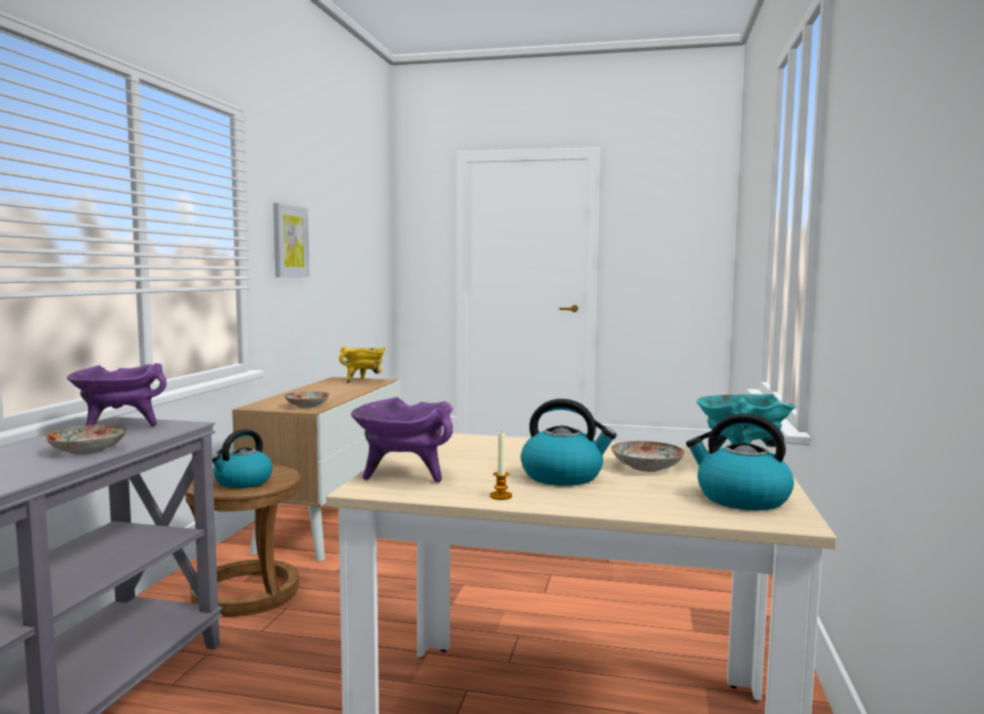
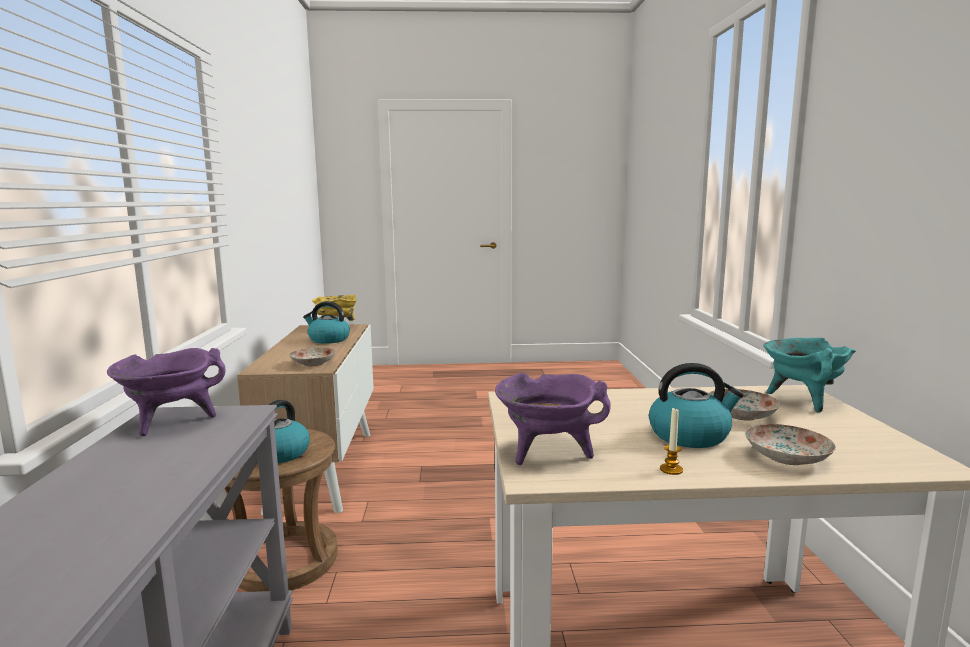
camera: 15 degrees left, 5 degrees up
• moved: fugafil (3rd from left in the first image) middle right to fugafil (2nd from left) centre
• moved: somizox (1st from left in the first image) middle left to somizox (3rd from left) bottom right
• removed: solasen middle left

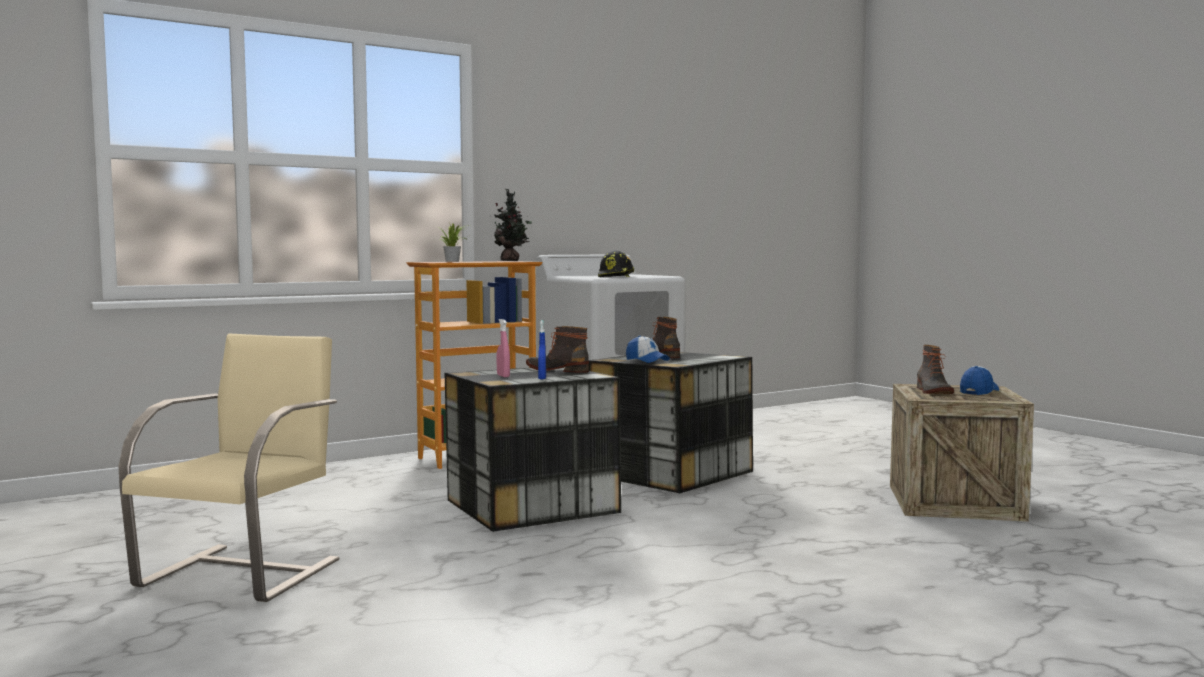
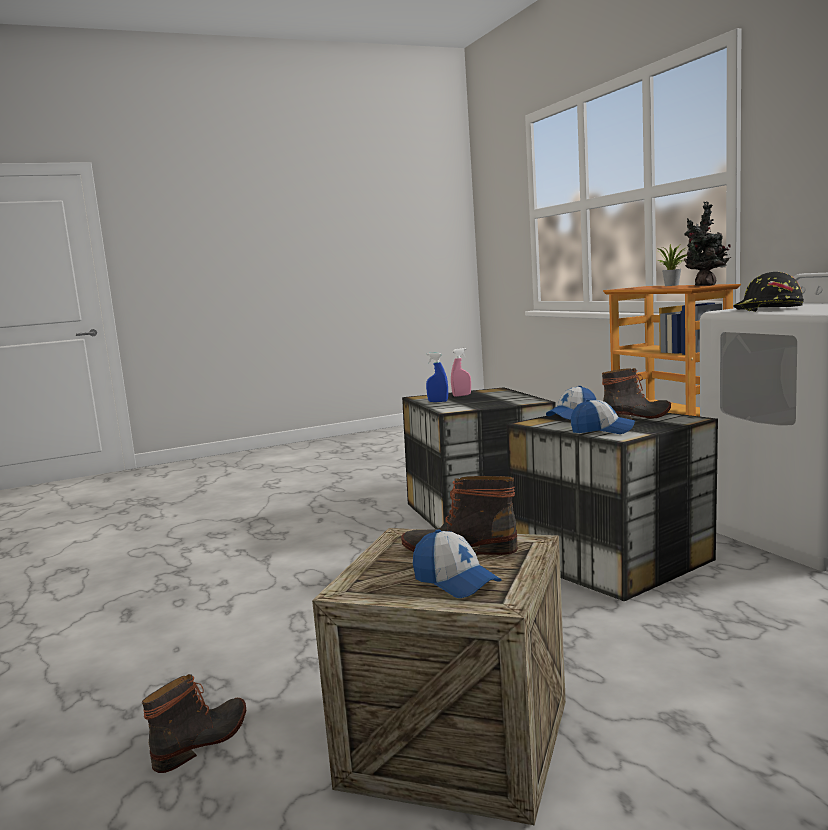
camera: 100 degrees right, 5 degrees up
• moved: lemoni (1st from left) centre to bottom left
• added: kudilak (3rd from left) middle right
• removed: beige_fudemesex bottom left

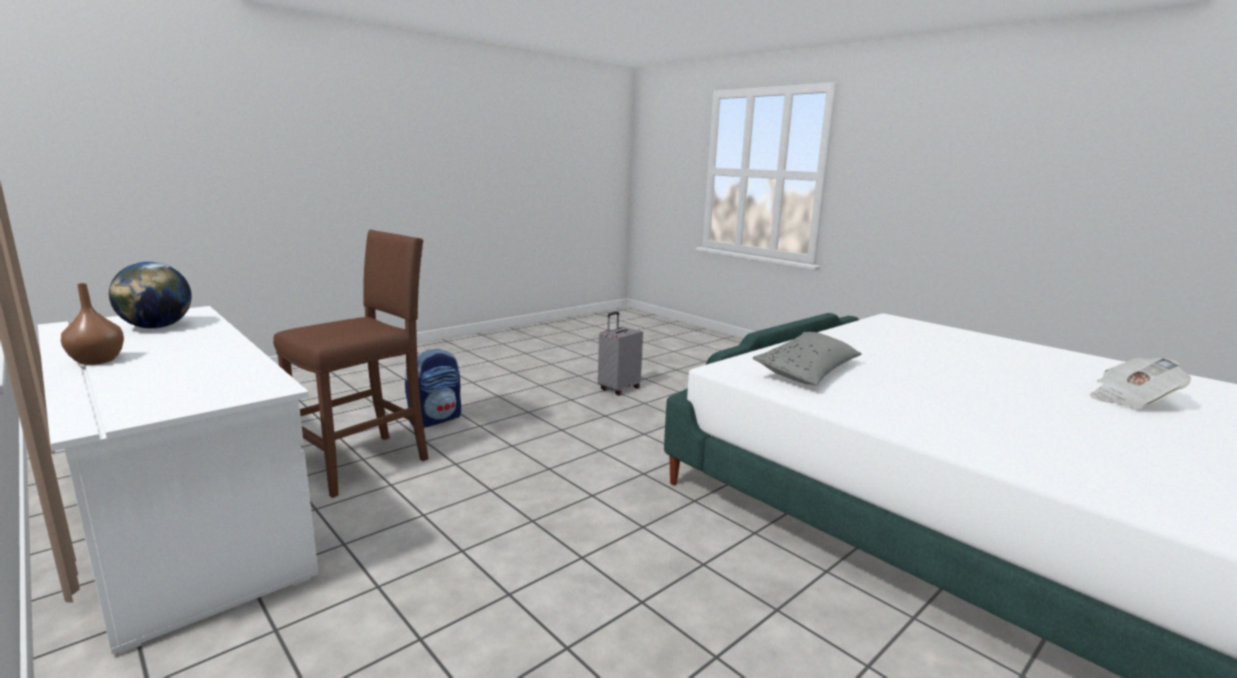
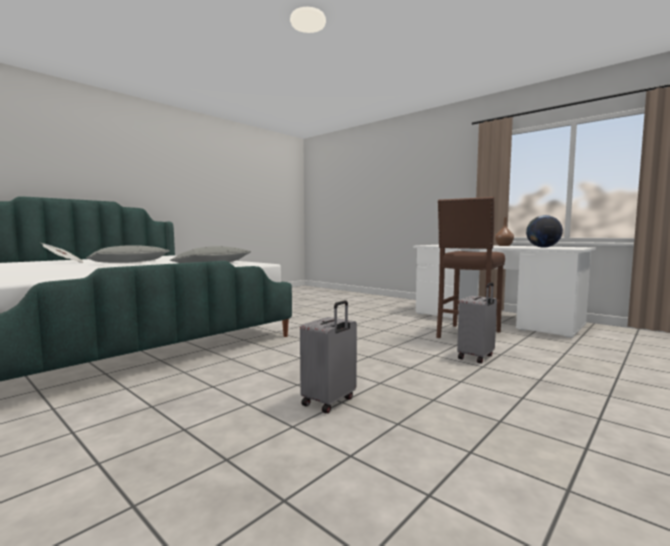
camera: 175 degrees right, 10 degrees down
• added: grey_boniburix (1st from left) middle left
• replaced: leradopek centre to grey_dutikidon (2nd from left) middle right

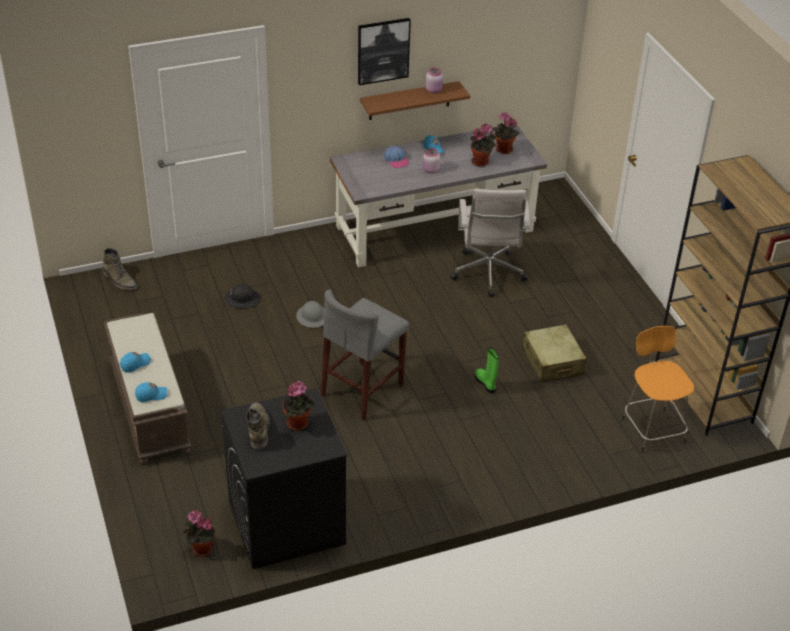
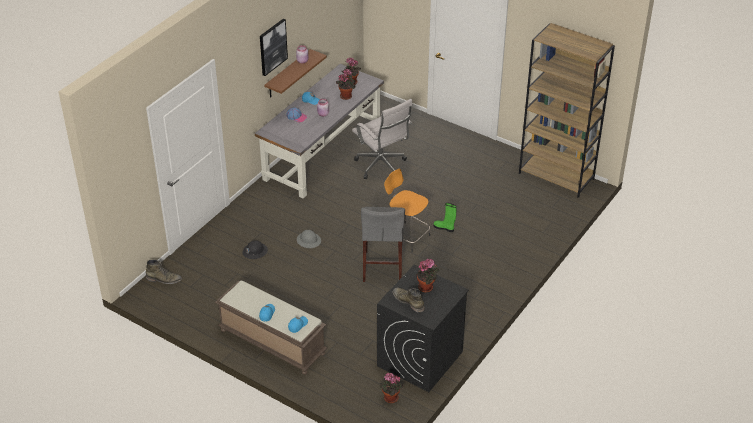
camera: 35 degrees left, 0 degrees up
• moved: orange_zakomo middle right to centre
• removed: beige_dutikidon middle right

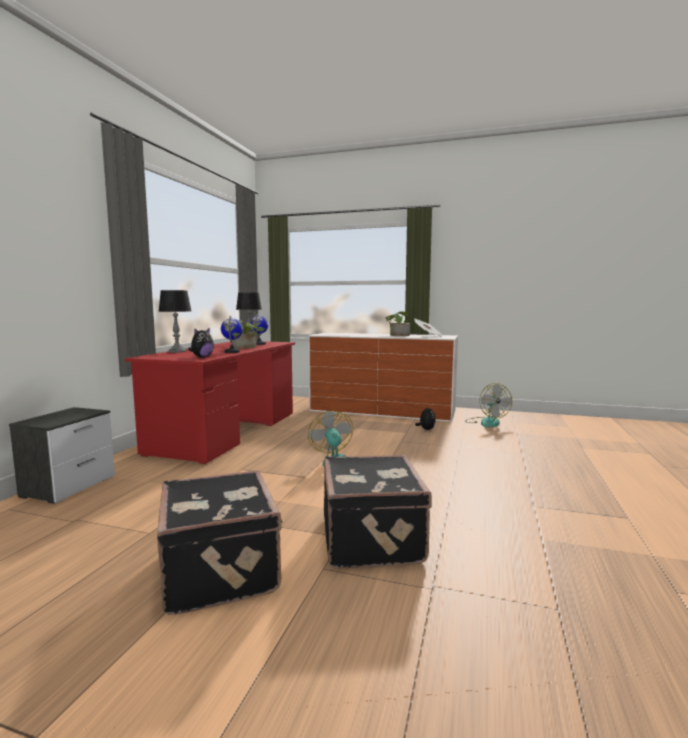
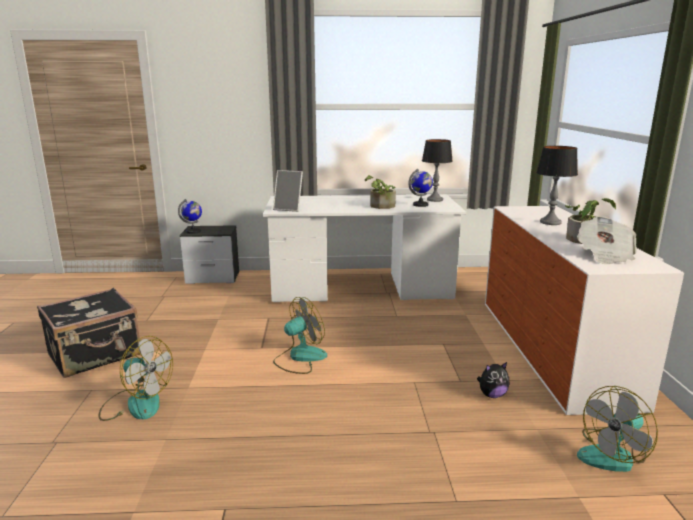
camera: 70 degrees right, 10 degrees up
• replaced: black_dutikidon (2nd from left) bottom centre to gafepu (1st from left) bottom left
• moved: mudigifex (1st from left) centre to middle left
• recoloured: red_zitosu middle left to white_zitosu centre
• replaced: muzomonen (1st from left) middle left to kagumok centre
• moved: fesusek (1st from left in the first image) middle left to fesusek (2nd from left) middle right

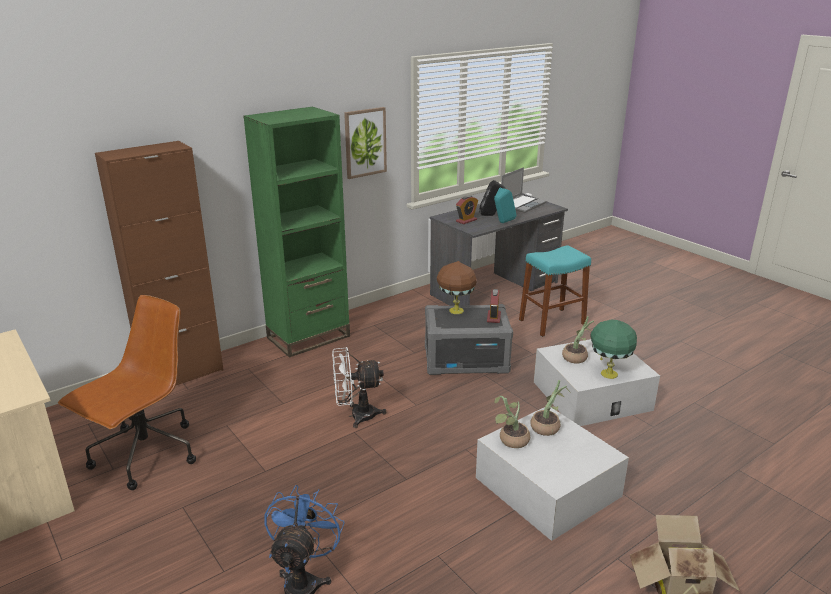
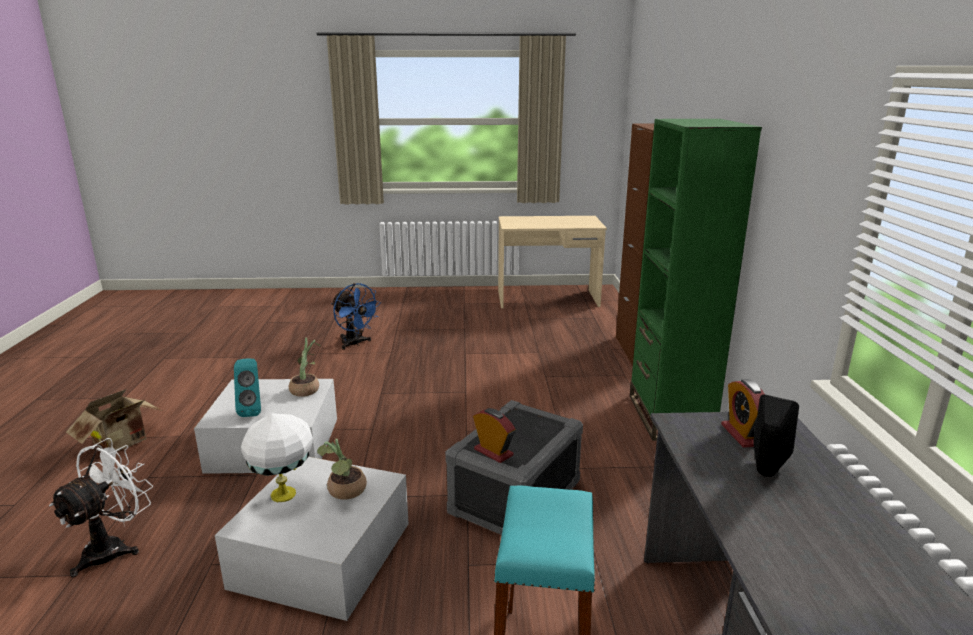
camera: 125 degrees right, 5 degrees down
• moved: white_gafepu centre to bottom left
• moved: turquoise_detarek centre to middle left
• recoloured: green_fesusek middle right to white_fesusek bottom left
• removed: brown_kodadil middle left
• removed: solasen top centre
• removed: brown_fesusek centre
• removed: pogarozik top centre
• removed: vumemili (2nd from left) bottom centre

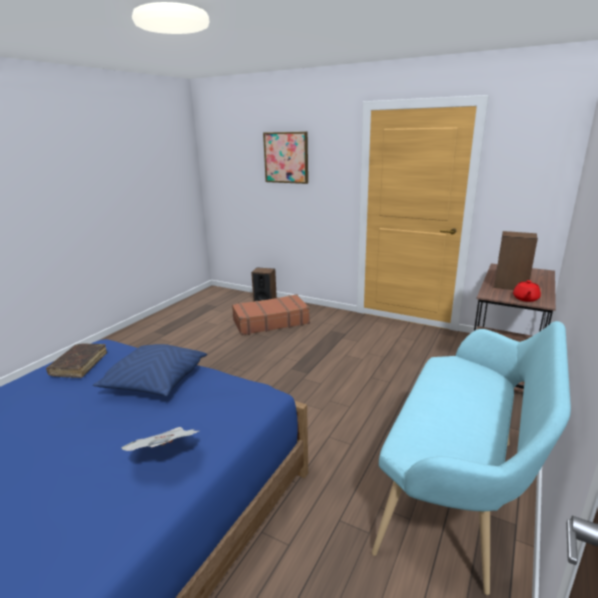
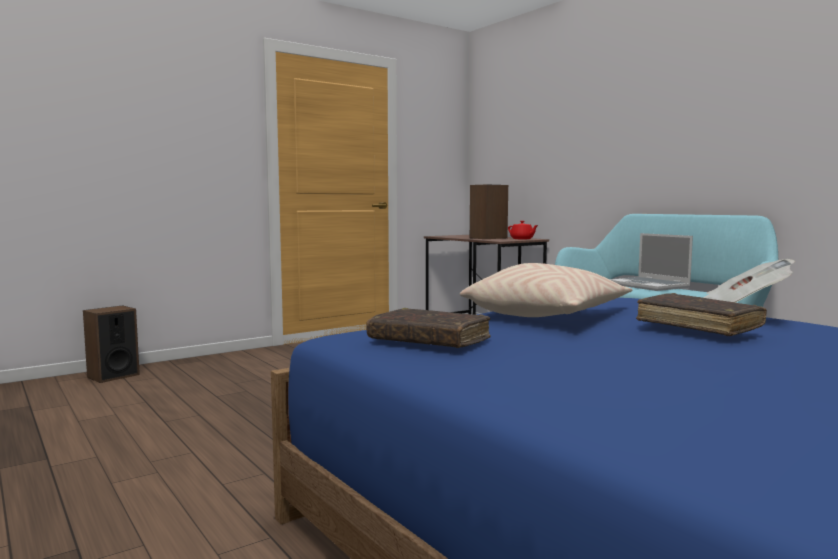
camera: 65 degrees left, 15 degrees down
• recoloured: blue_boniburix middle left to beige_boniburix centre
• added: pogarozik middle right
• added: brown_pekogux (2nd from left) middle right
• removed: brown_dutikidon centre
• removed: solasen top centre

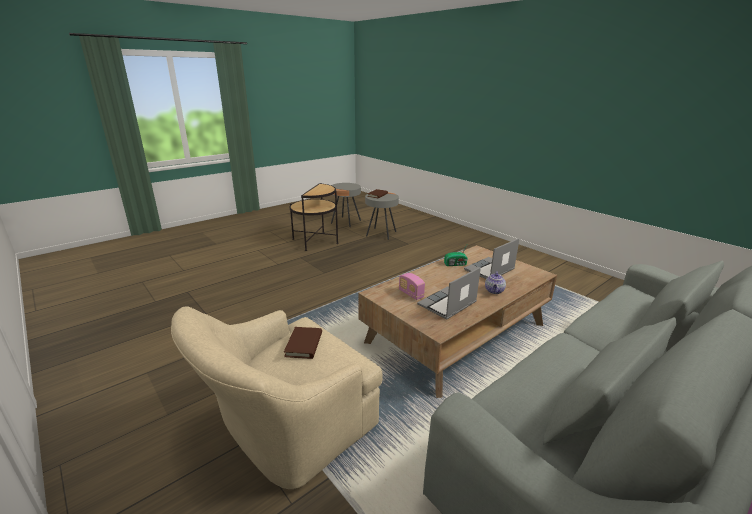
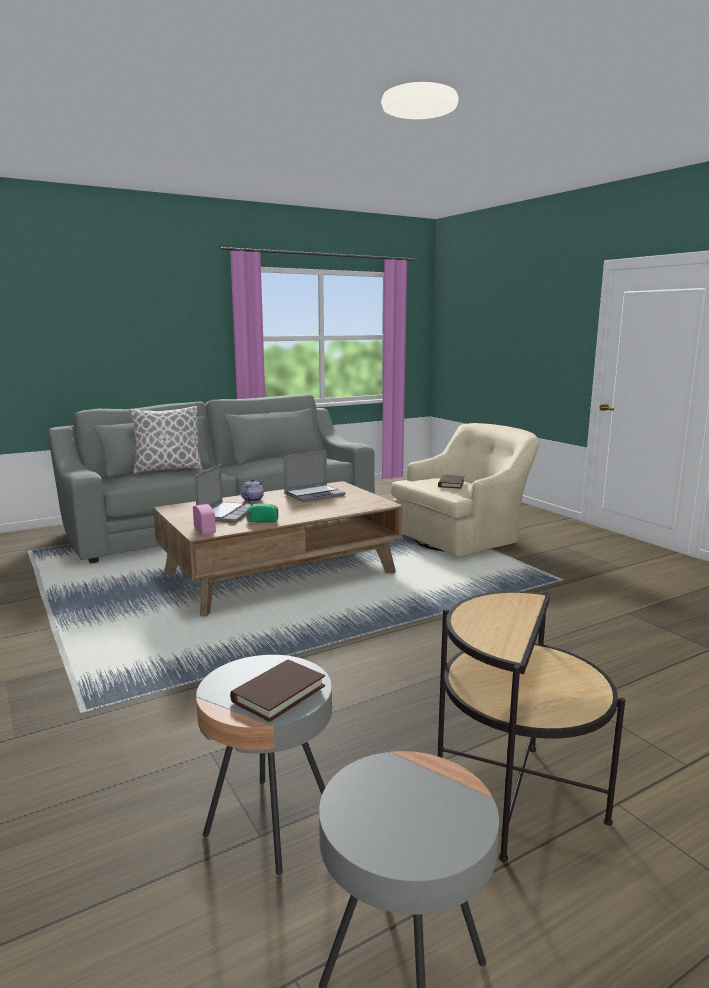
camera: 170 degrees left, 10 degrees down
• added: boniburix middle left
• moved: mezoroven (1st from left) centre to middle left
• turned: pogarozik (2nd from left in the first image) centre = middle left 45 degrees counterclockwise

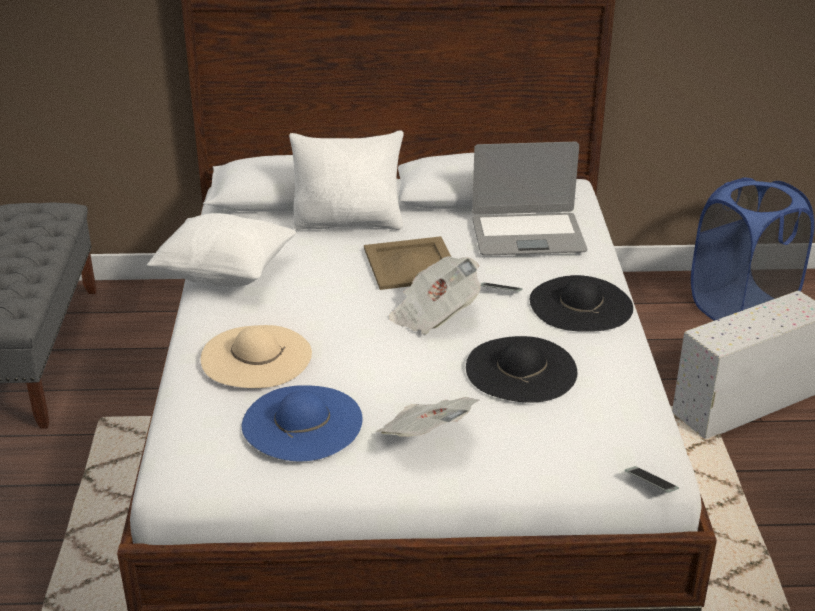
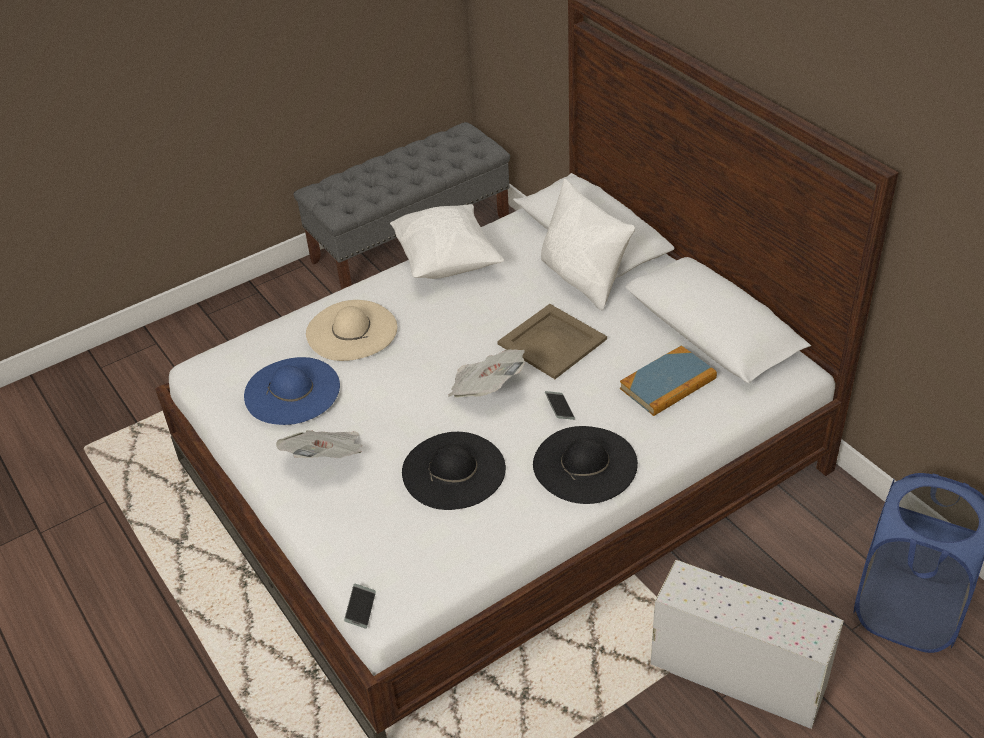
camera: 60 degrees right, 10 degrees up
• replaced: pogarozik top centre to pekogux middle right

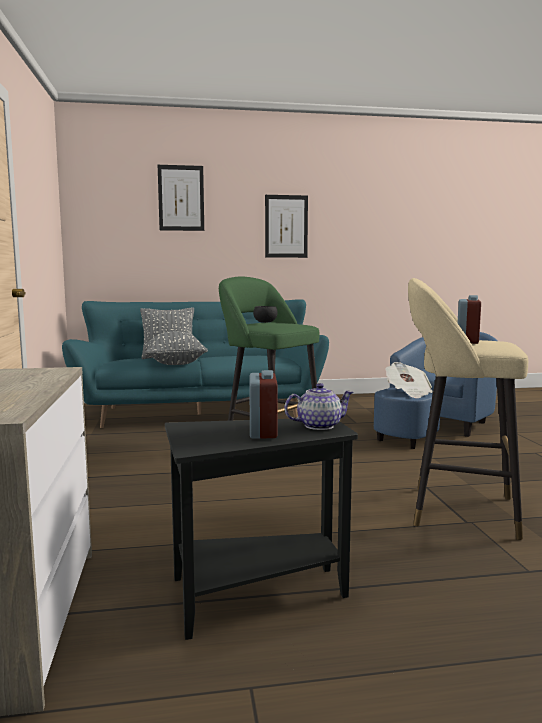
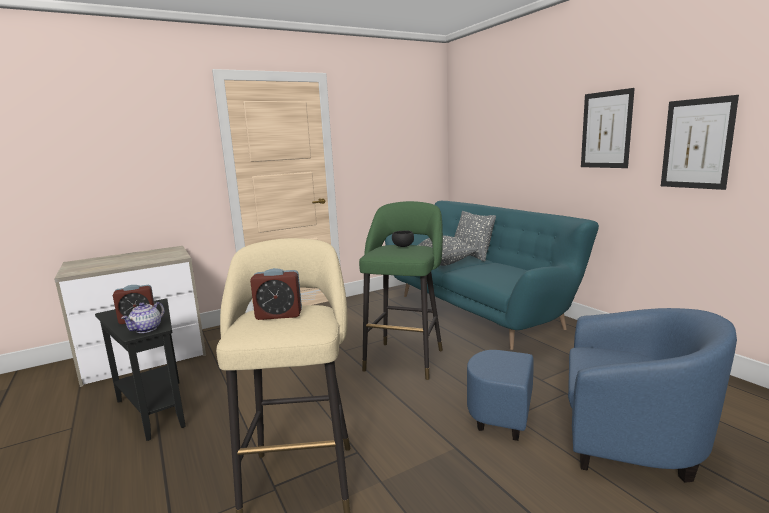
camera: 70 degrees right, 5 degrees up
• turned: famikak centre = middle left 60 degrees clockwise
• moved: solasen (1st from left in the first image) top centre to solasen (2nd from left) top right
• removed: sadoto middle right

